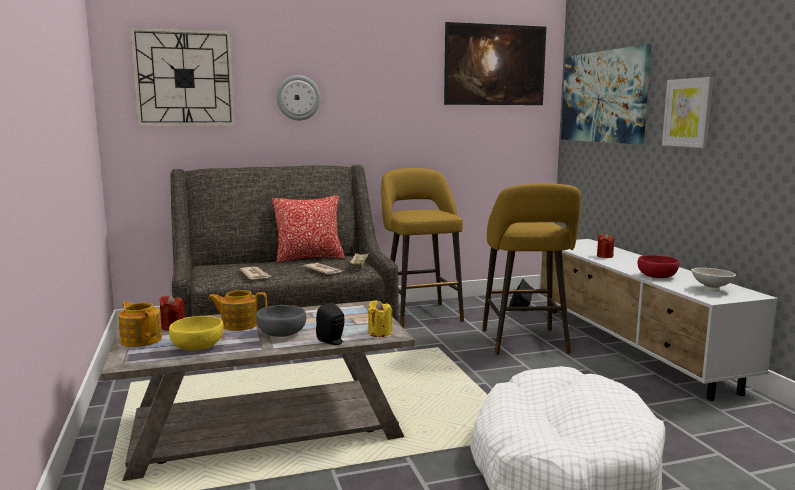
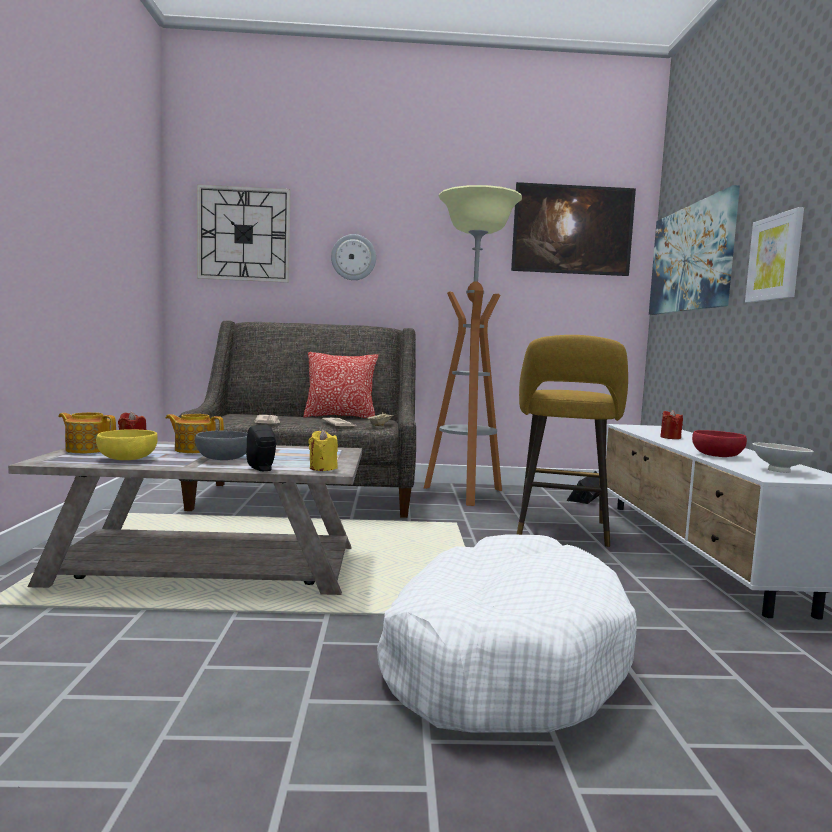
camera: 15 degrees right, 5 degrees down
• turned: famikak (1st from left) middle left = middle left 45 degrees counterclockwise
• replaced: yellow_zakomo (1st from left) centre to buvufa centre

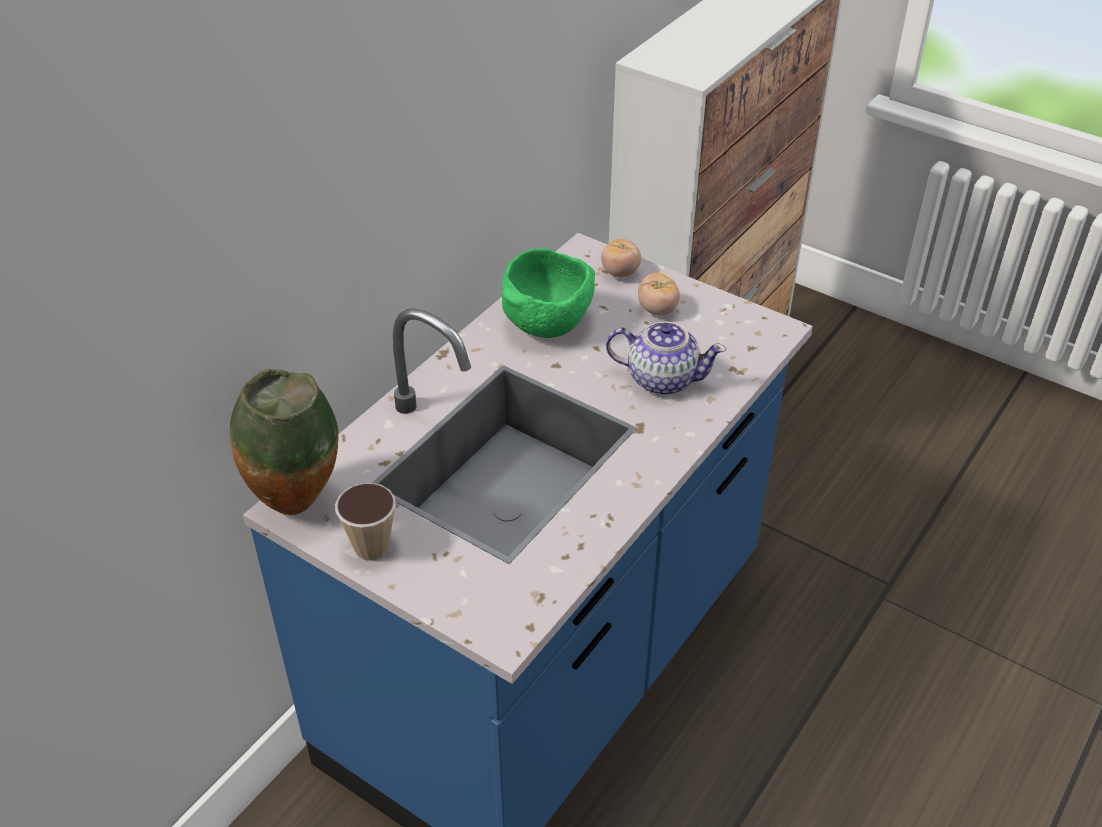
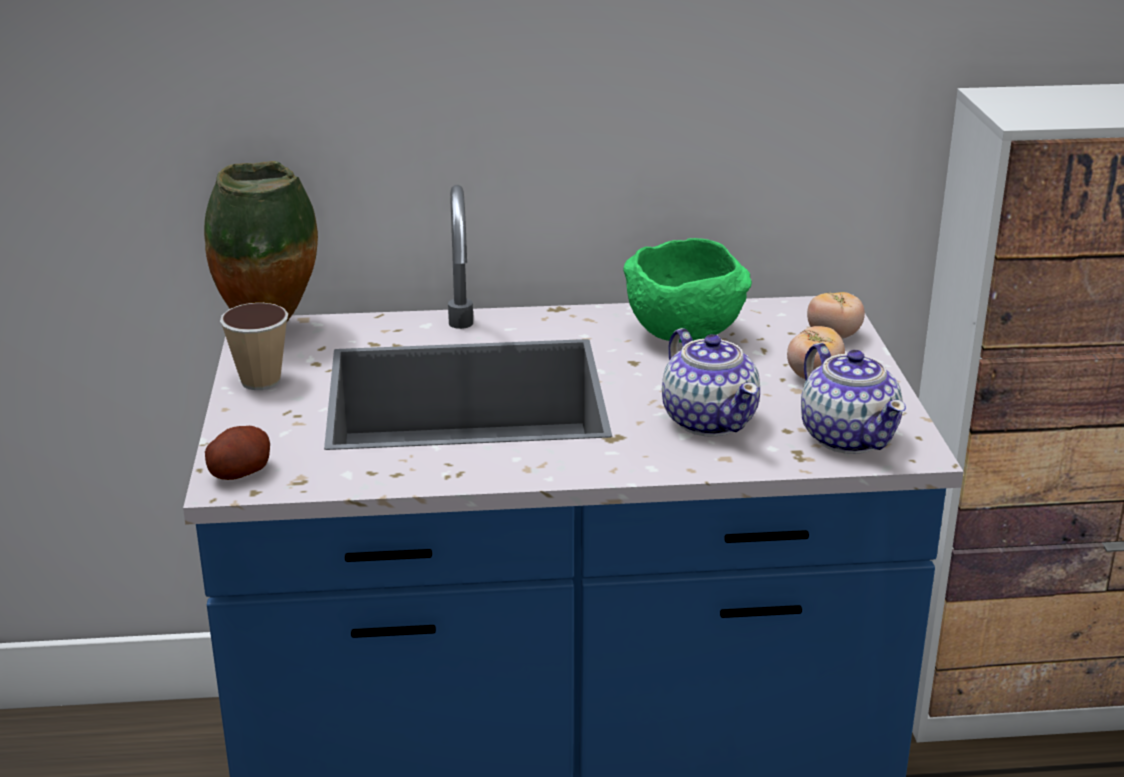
camera: 50 degrees right, 15 degrees down
• added: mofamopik middle left
• added: famikak (2nd from left) middle right

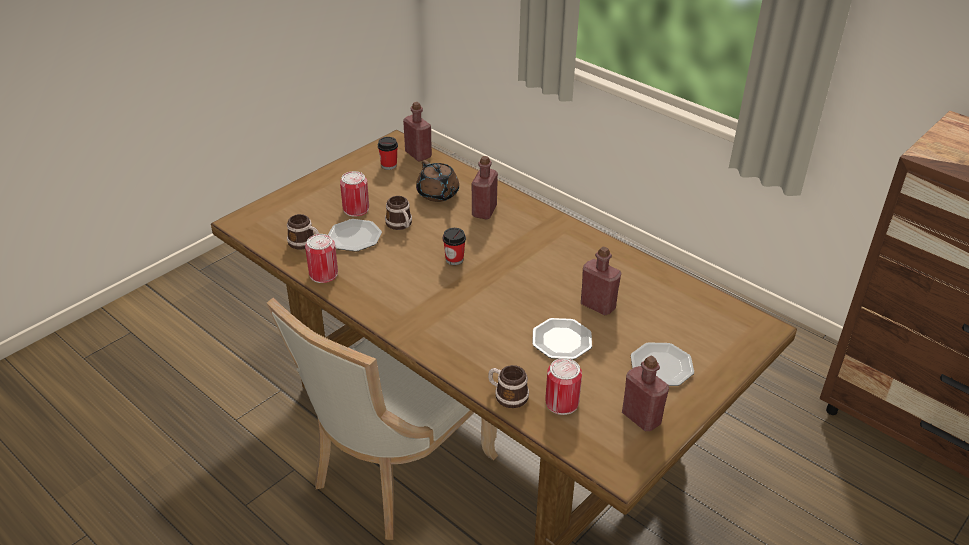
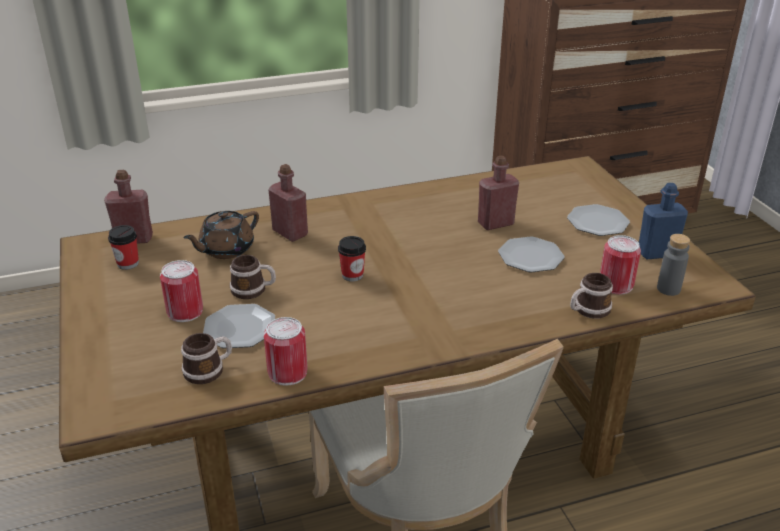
camera: 60 degrees left, 5 degrees down
• turned: brown_famikak top centre = middle left 135 degrees clockwise
• recoloured: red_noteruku (4th from left) bottom centre to blue_noteruku middle right
• added: grey_noteruku middle right

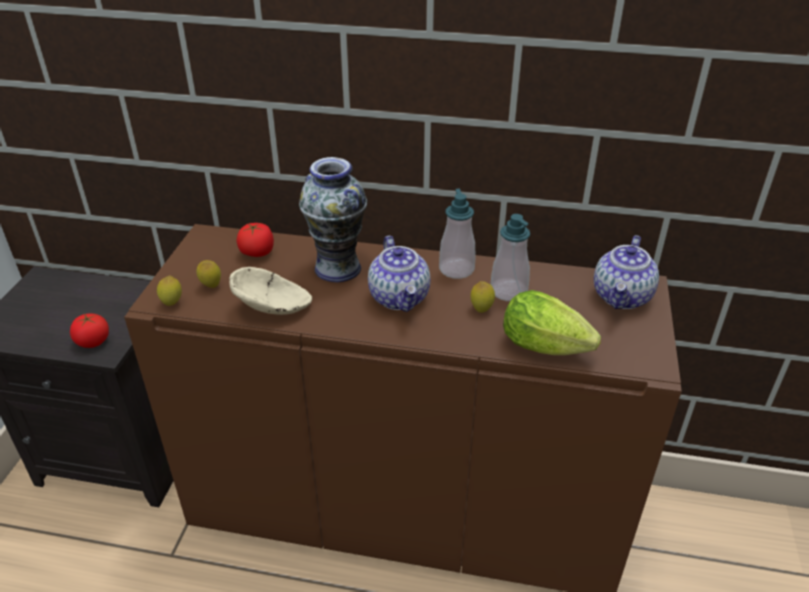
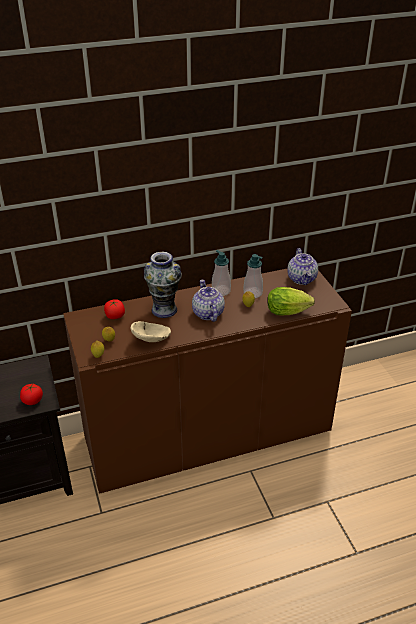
camera: 30 degrees left, 0 degrees up
• turned: famikak (1st from left) centre = centre 150 degrees counterclockwise

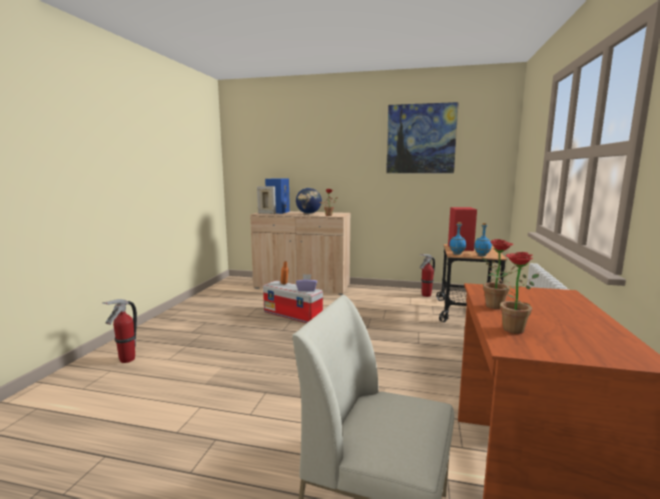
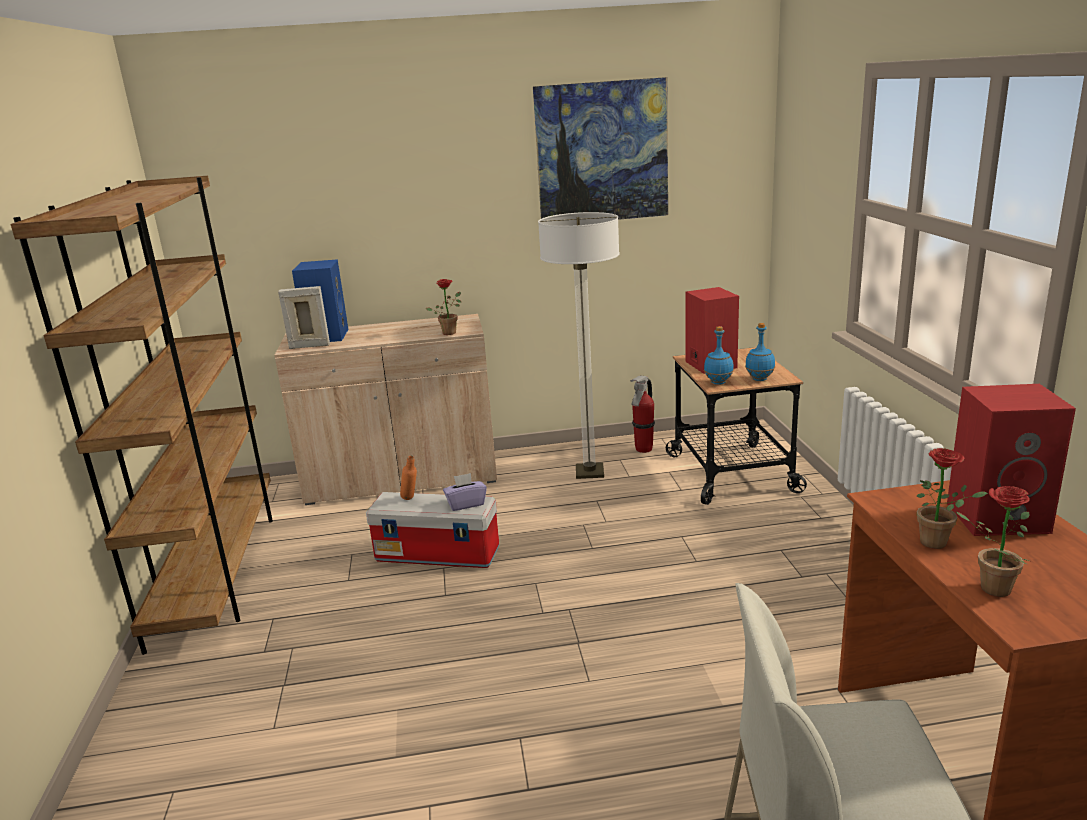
camera: 20 degrees left, 10 degrees up
• added: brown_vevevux middle left
• added: buvufa centre
• added: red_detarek (2nd from left) middle right
• removed: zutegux (1st from left) middle left
• removed: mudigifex centre

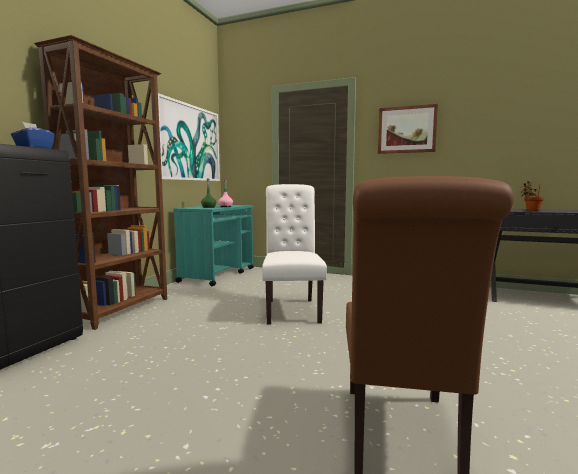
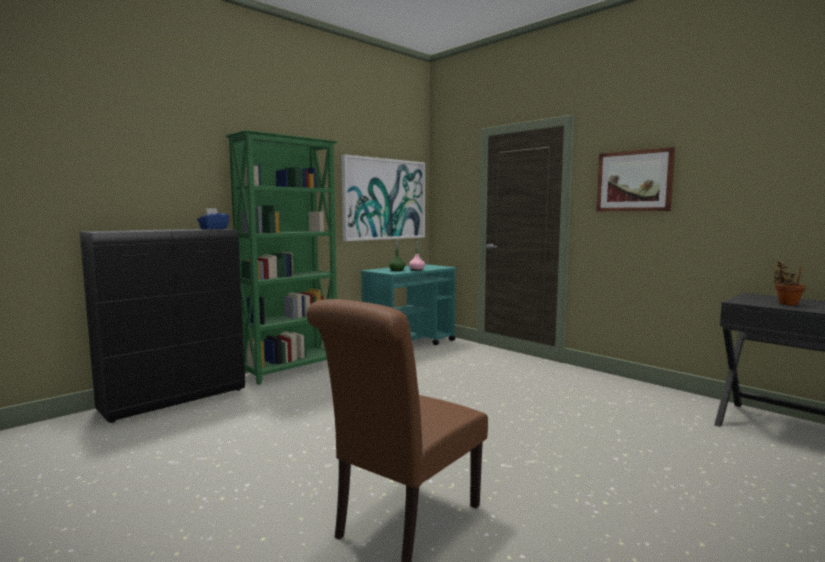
camera: 25 degrees right, 0 degrees up
• recoloured: brown_vevevux middle left to green_vevevux centre
• removed: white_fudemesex centre

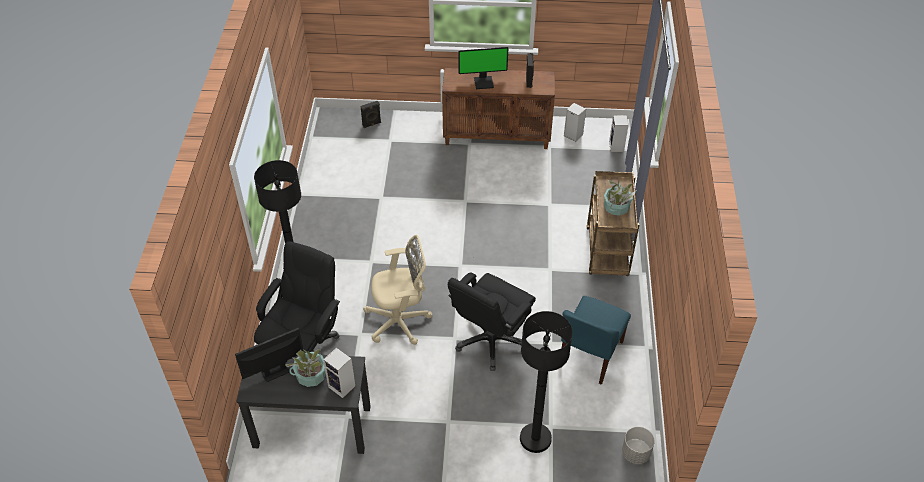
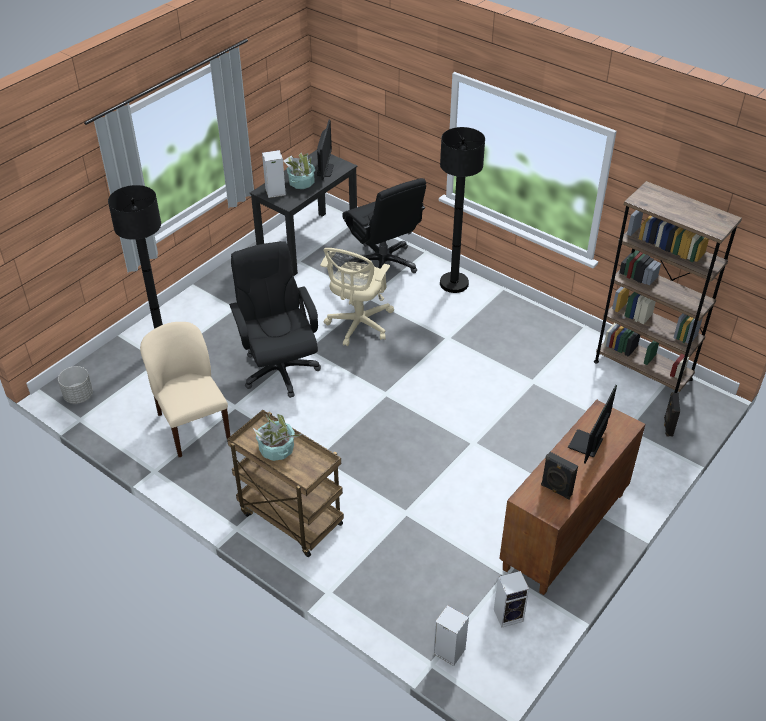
camera: 125 degrees right, 5 degrees down
• recoloured: blue_fudemesex bottom centre to beige_fudemesex middle left
• added: brown_vevevux middle right

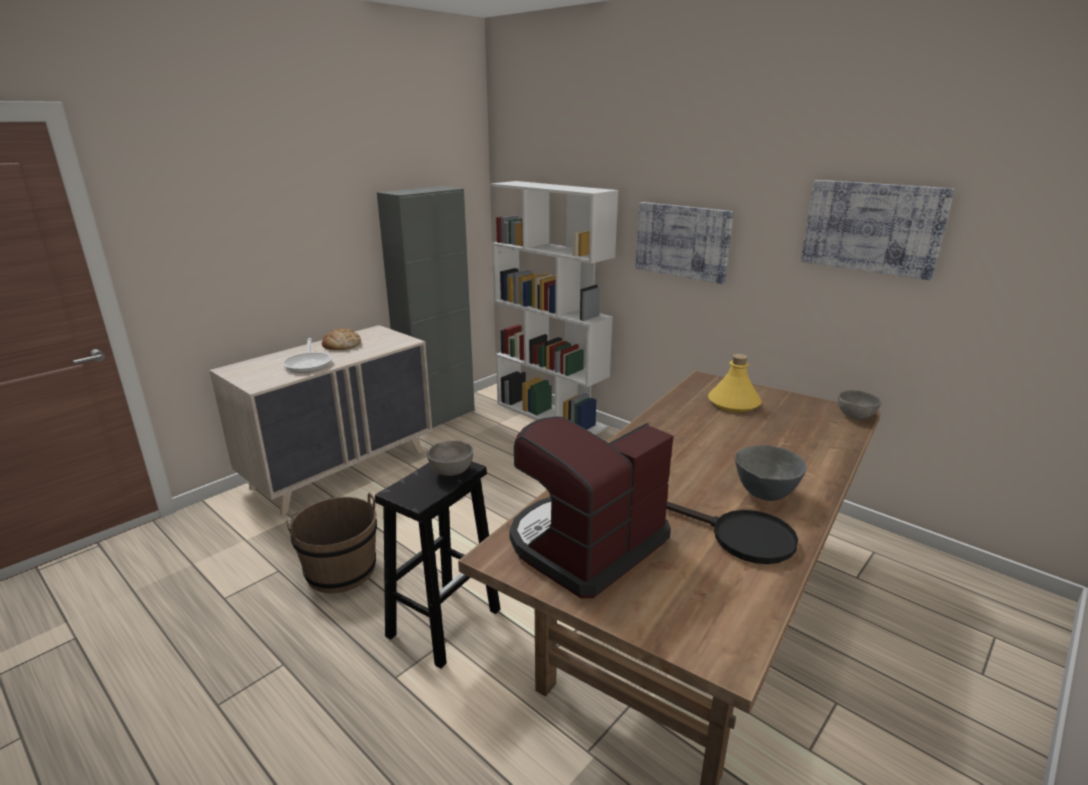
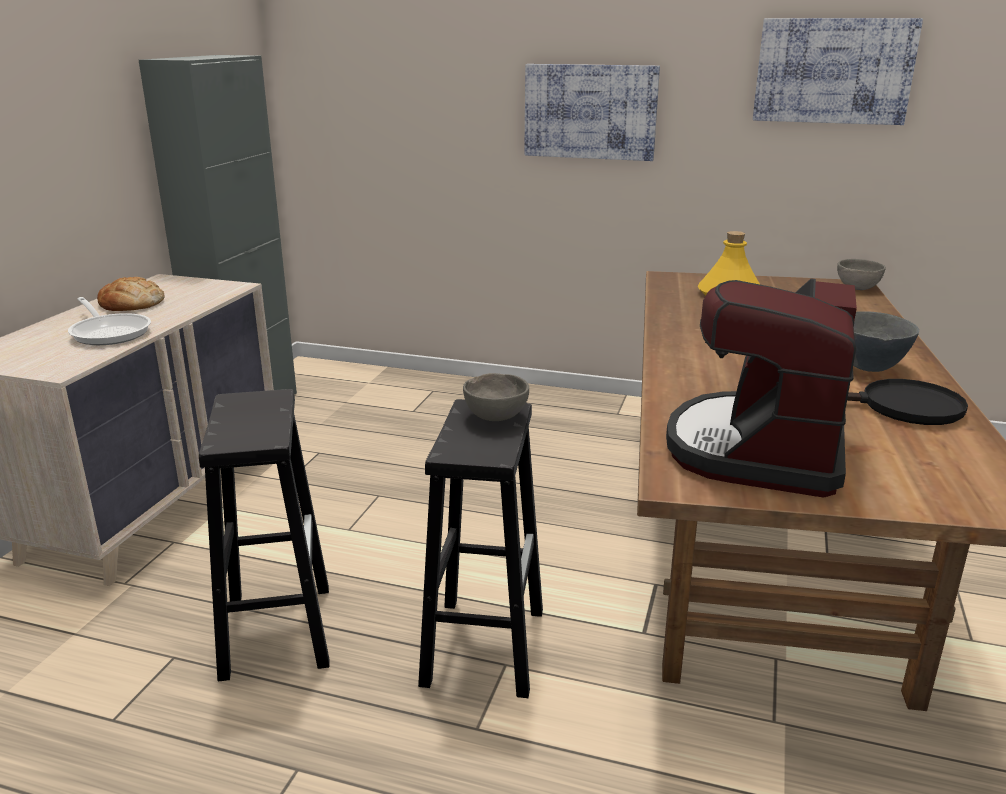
camera: 25 degrees left, 0 degrees up
• replaced: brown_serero bottom left to black_zakomo (1st from left) bottom left
• removed: white_vevevux centre

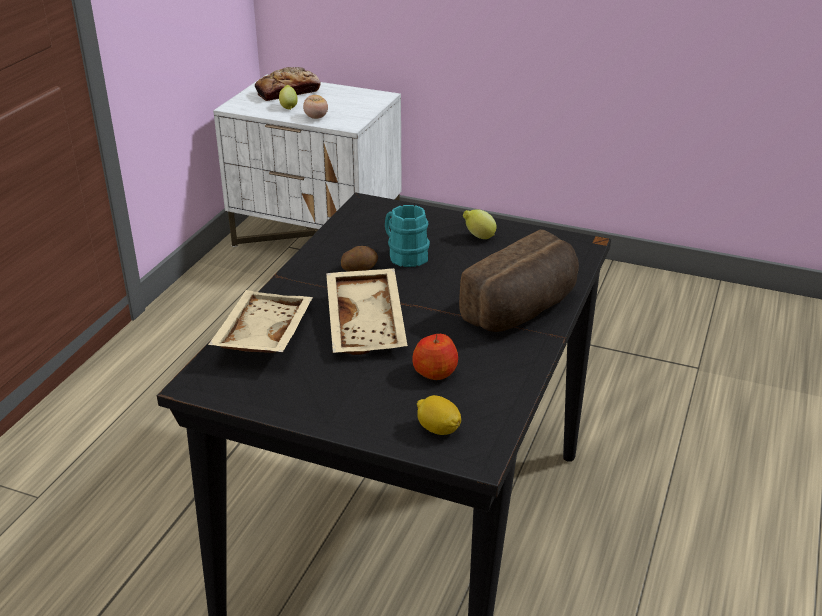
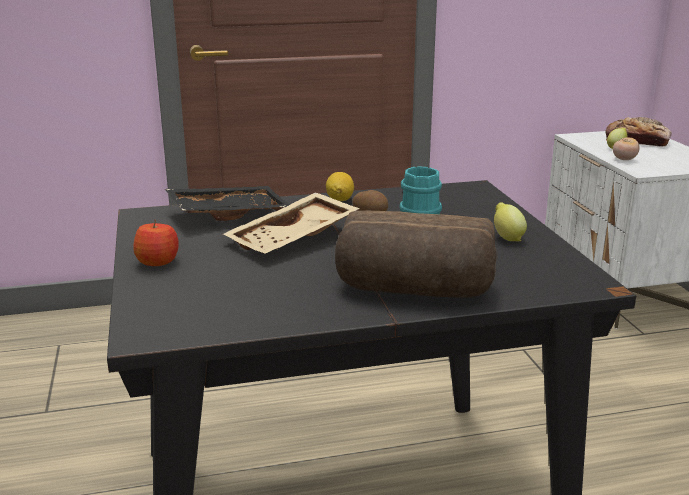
camera: 55 degrees right, 10 degrees down
• moved: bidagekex centre to middle left
• recoloured: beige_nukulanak (1st from left) middle left to black_nukulanak middle left
• moved: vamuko (2nd from left in the first image) bottom centre to vamuko (1st from left) centre

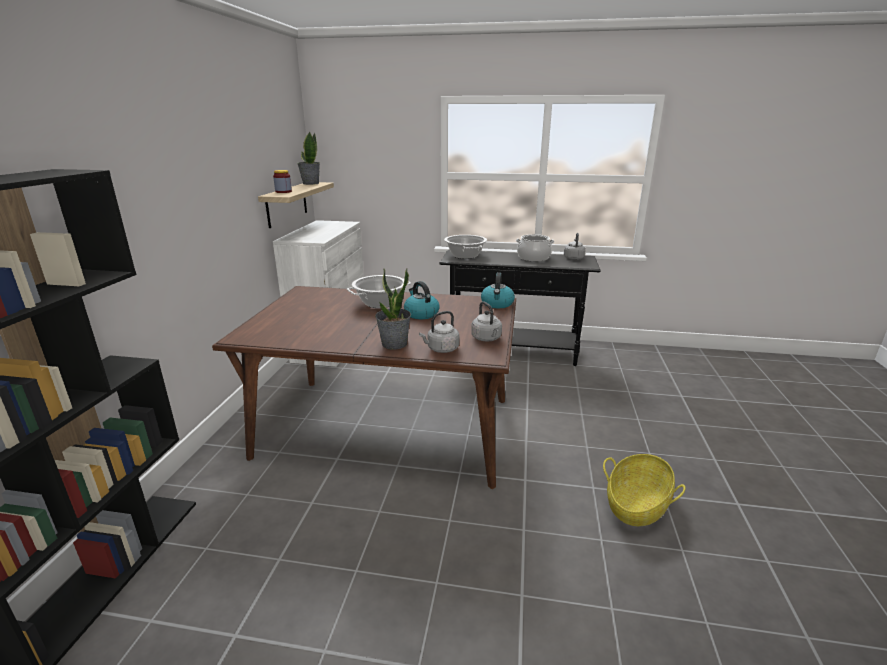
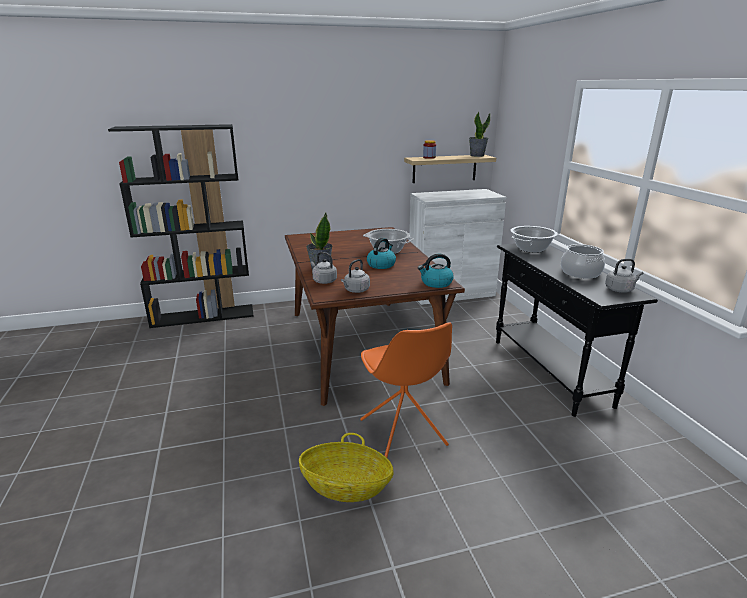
camera: 65 degrees right, 0 degrees up
• added: orange_fudemesex centre

